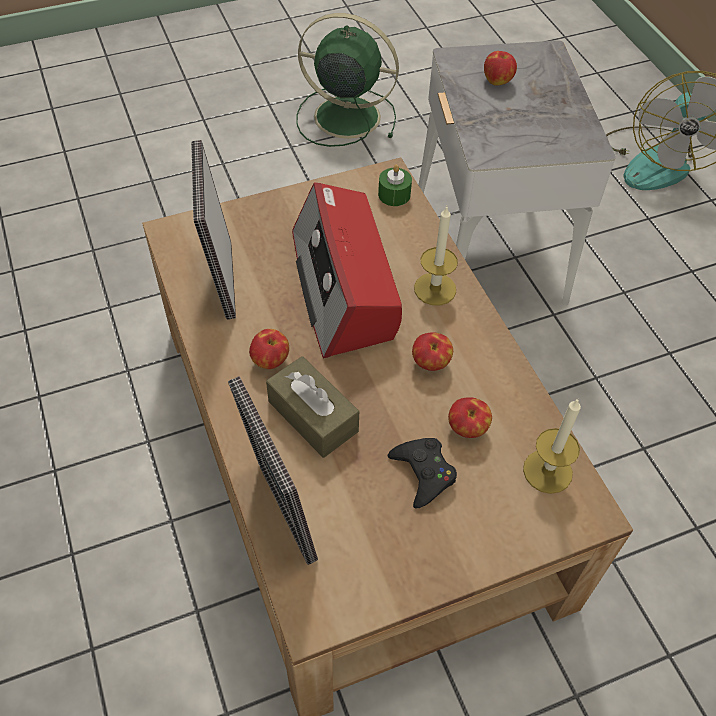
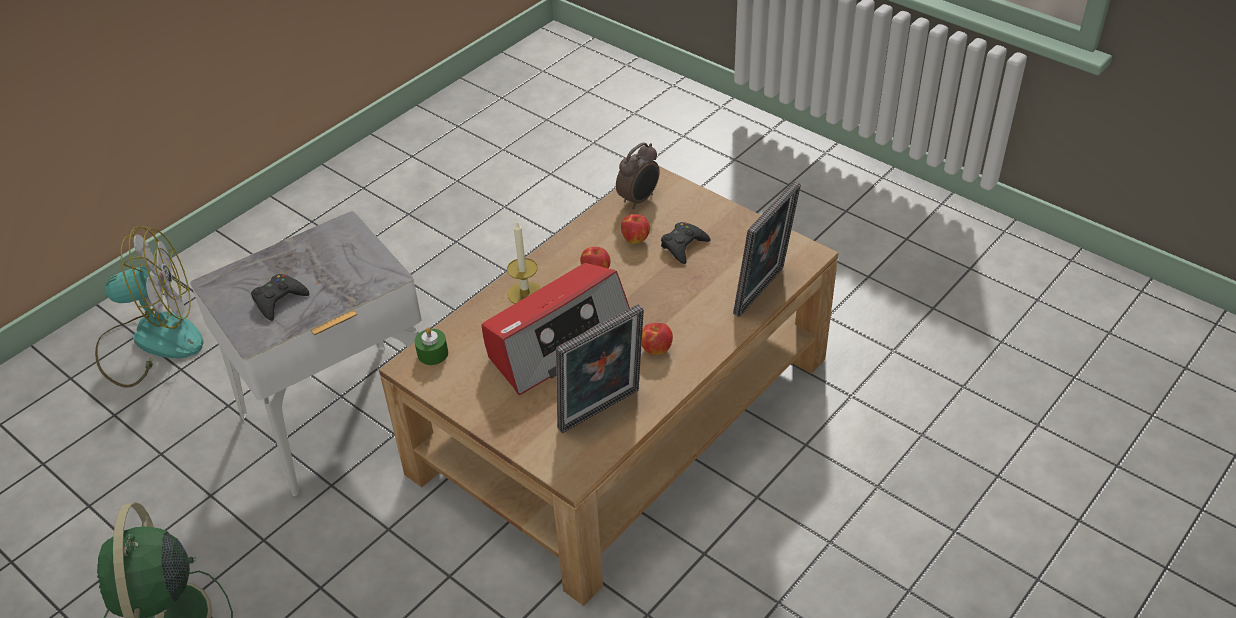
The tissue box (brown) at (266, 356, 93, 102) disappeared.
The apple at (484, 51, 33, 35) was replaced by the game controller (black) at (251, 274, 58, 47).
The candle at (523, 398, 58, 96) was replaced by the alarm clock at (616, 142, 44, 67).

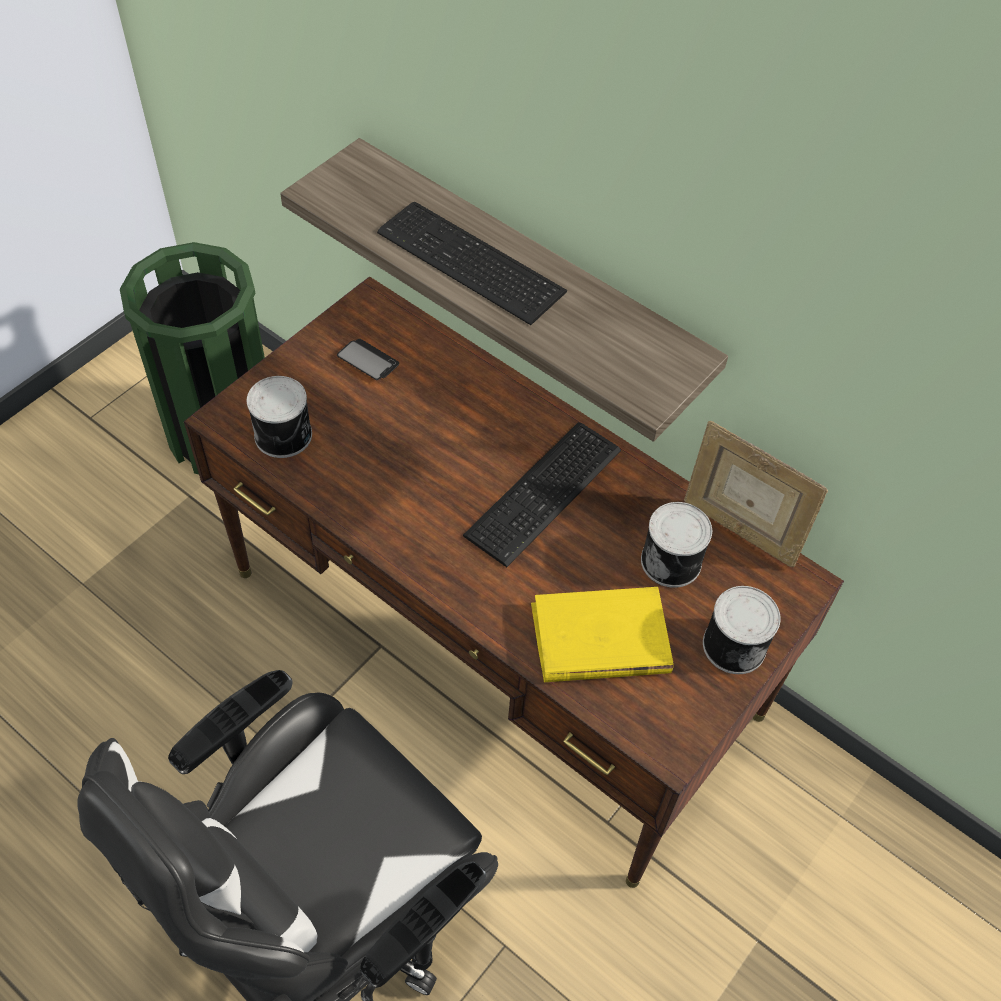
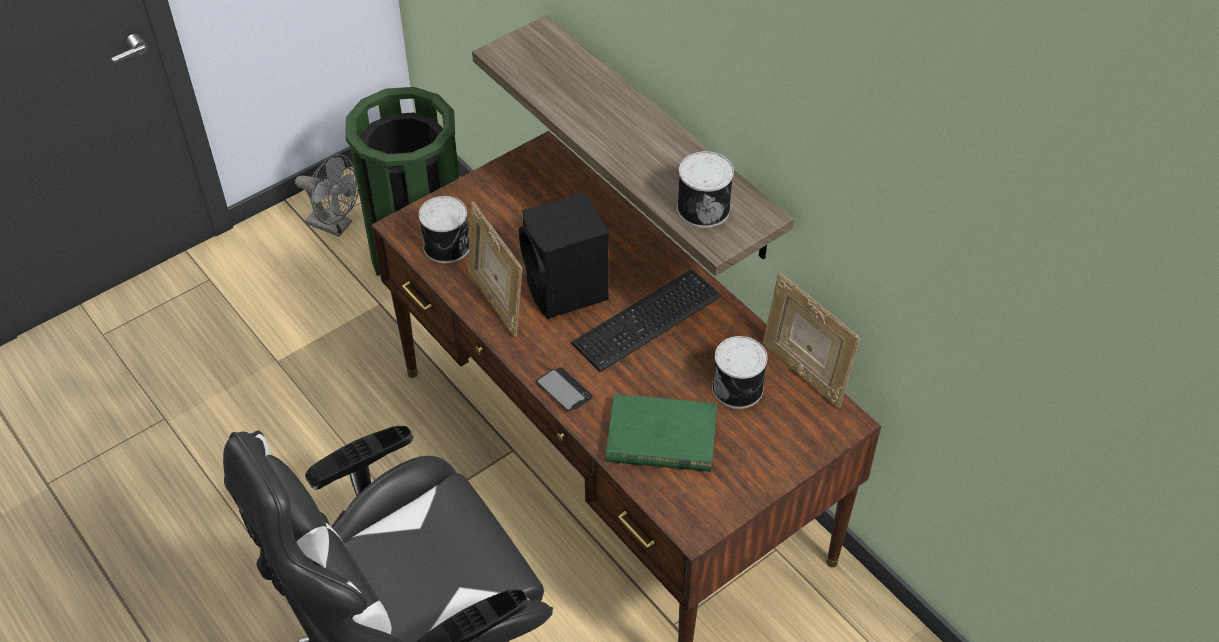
The phone moved from (337, 339, 63, 41) to (536, 367, 57, 44).
The keyboard at (377, 202, 190, 123) disappeared.
The book (yellow) at (531, 587, 142, 95) became the book (green) at (606, 394, 111, 78).
The can moved from (703, 586, 78, 88) to (677, 151, 57, 77).
The fan (grey) at (295, 154, 64, 83) appeared.
The picture frame at (468, 202, 54, 135) appeared.
The speaker (black) at (519, 192, 90, 127) appeared.

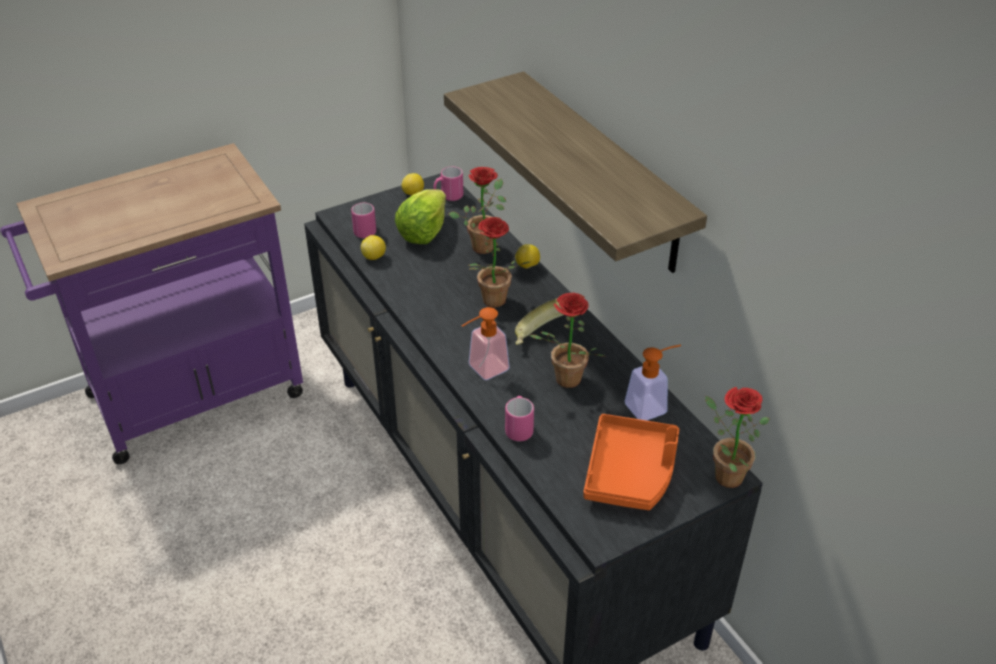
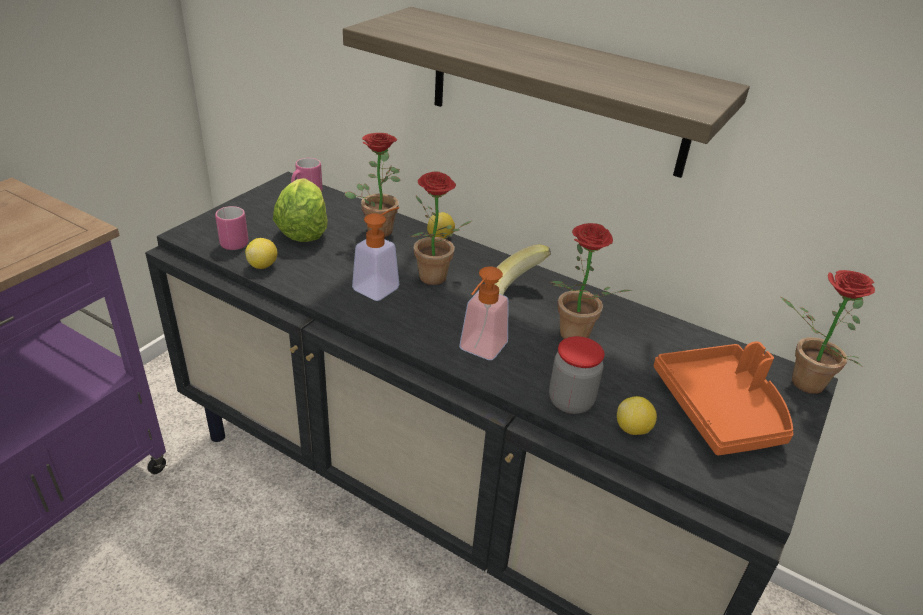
The lemon moved from (402, 173, 22, 23) to (617, 396, 40, 39).
The mug (pink) at (505, 396, 29, 46) was replaced by the jar at (549, 336, 56, 78).
The soap dispenser moved from (625, 345, 56, 76) to (352, 207, 47, 94).

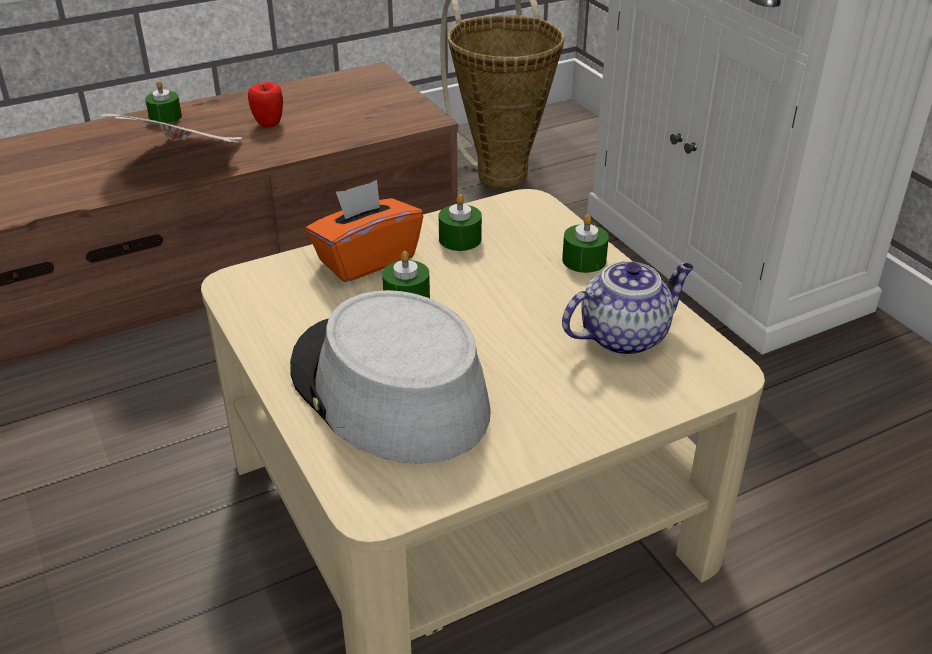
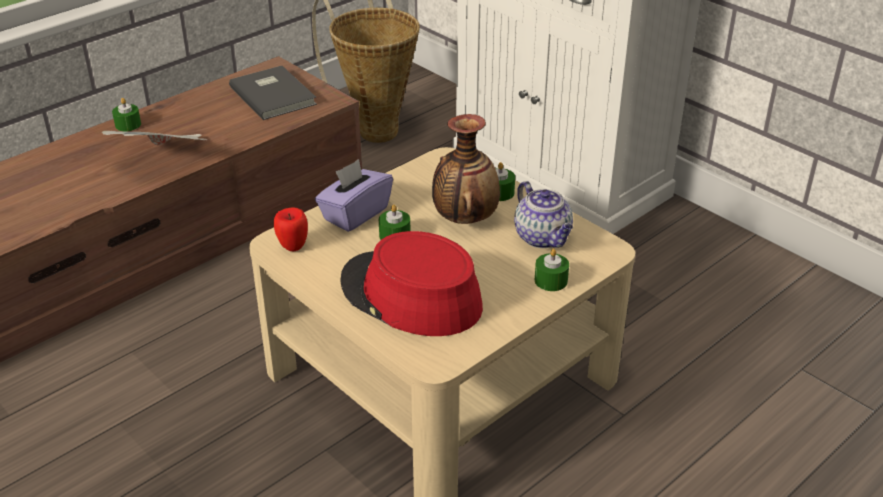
The apple moved from (248, 82, 35, 46) to (274, 207, 34, 45).
The hat (grey) at (290, 290, 201, 174) became the hat (red) at (340, 231, 143, 105).
The tissue box (orange) at (306, 180, 117, 102) became the tissue box (purple) at (315, 159, 78, 73).
The candle (green) moved from (439, 194, 43, 57) to (535, 249, 34, 42).
The teapot at (562, 261, 132, 95) turned 105 degrees clockwise.
The book (grey) at (229, 66, 88, 54) appeared.
The vase at (432, 114, 68, 110) appeared.

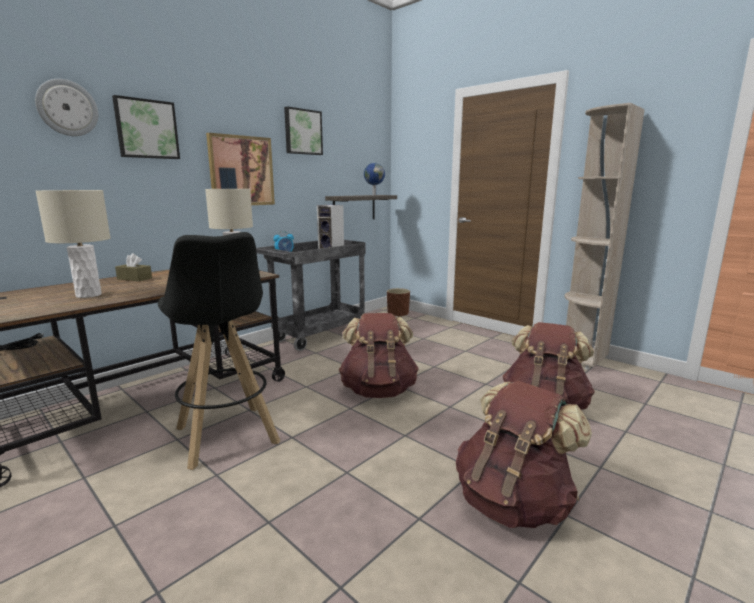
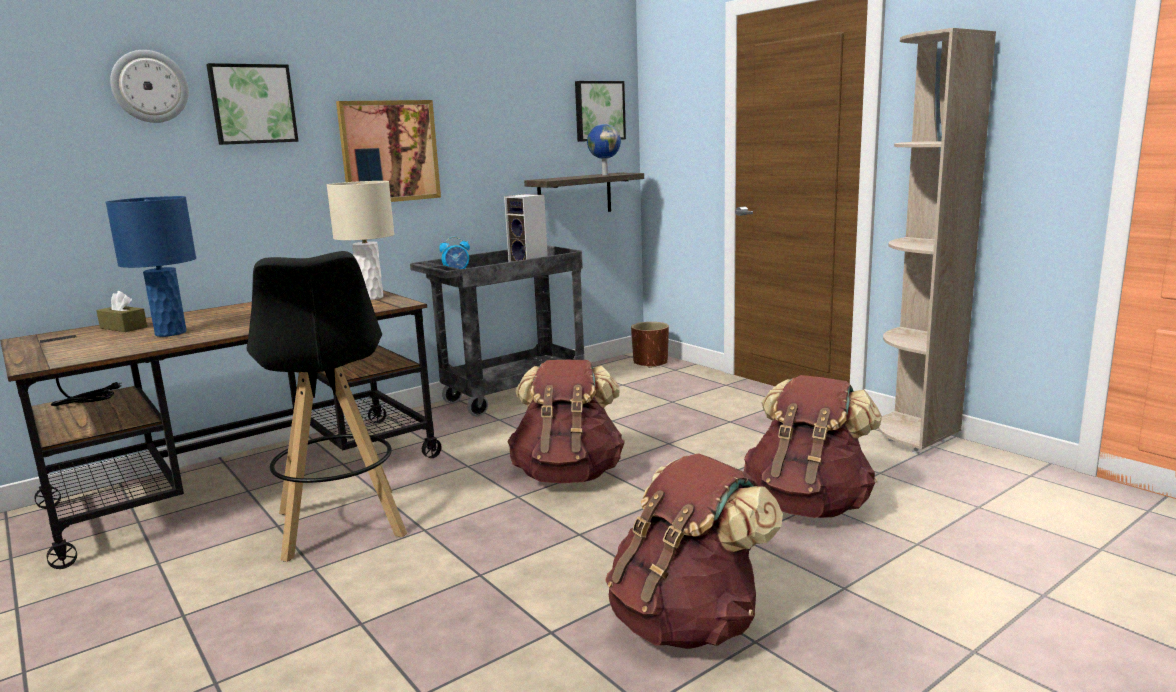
The table lamp (beige) at (35, 190, 76, 108) became the table lamp (blue) at (105, 196, 91, 141).
The tissue box (brown) moved from (115, 253, 37, 28) to (96, 291, 51, 41).
The picture moved from (284, 106, 39, 49) to (575, 81, 51, 61).

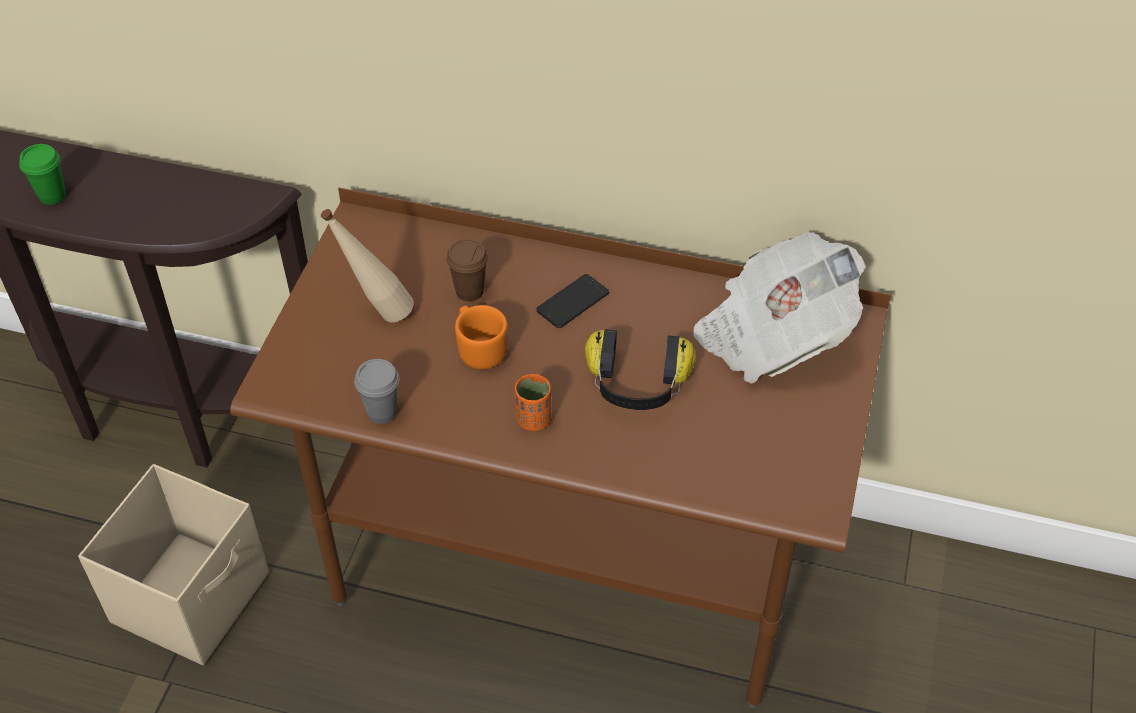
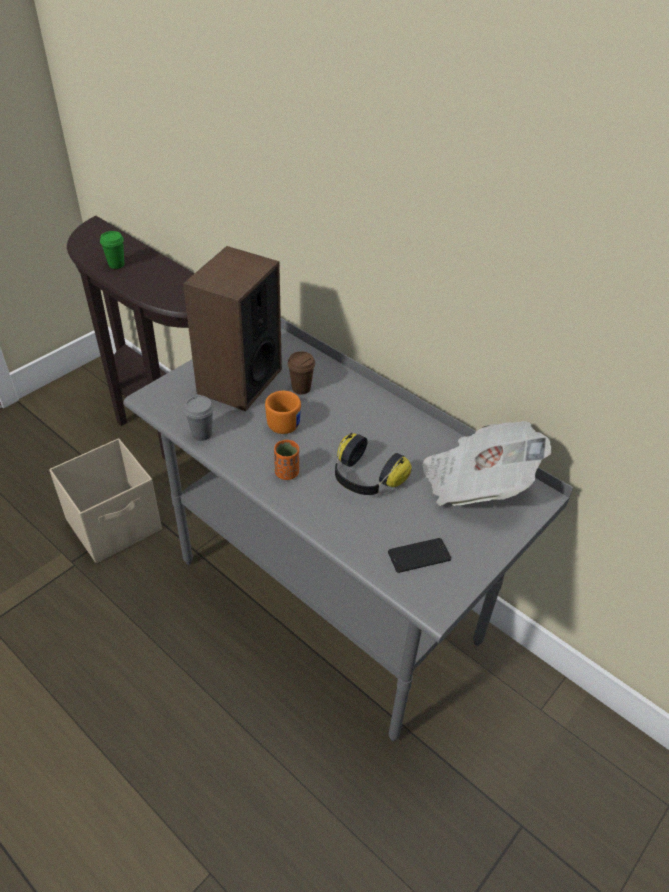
The desk (brown) at (230, 188, 661, 520) became the desk (grey) at (123, 318, 450, 423).
The bottle (beige) at (321, 209, 93, 113) was replaced by the speaker at (183, 246, 99, 165).
The phone moved from (536, 274, 73, 54) to (388, 538, 63, 35).

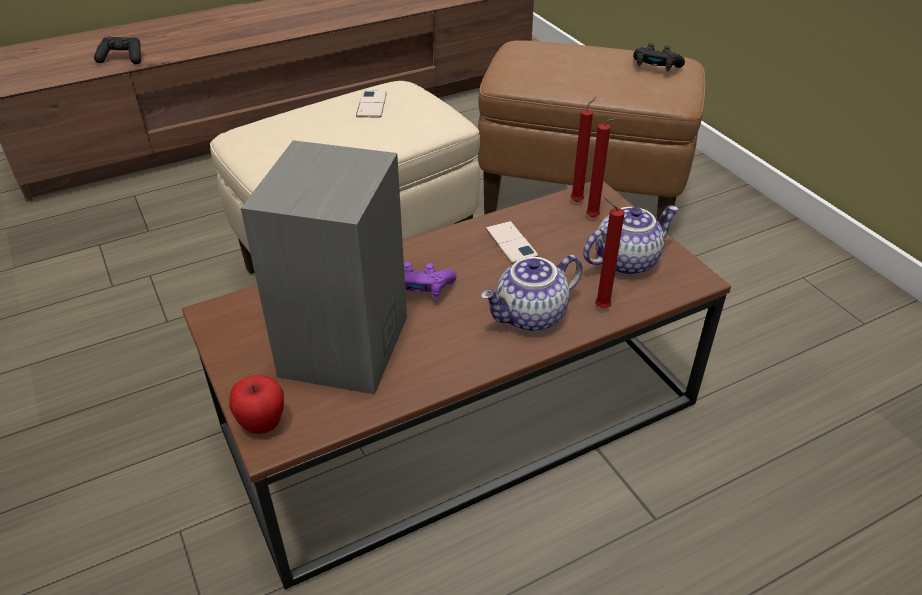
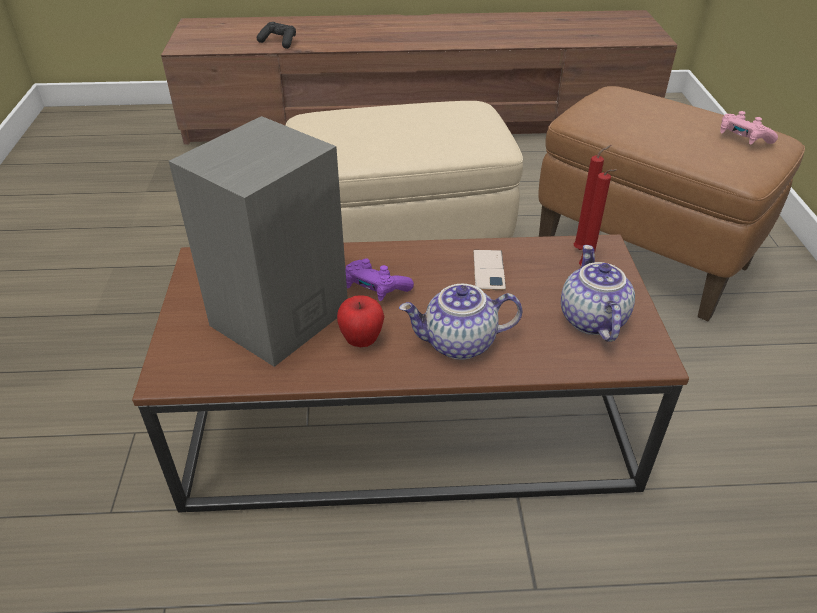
The apple moved from (229, 375, 55, 59) to (337, 295, 47, 52).
The phone at (356, 91, 31, 27) disappeared.
The teapot at (583, 205, 96, 70) turned 90 degrees counterclockwise.
The candle (red) at (595, 197, 30, 111) disappeared.
The game controller (black) at (633, 43, 52, 29) became the game controller (pink) at (720, 111, 58, 34).

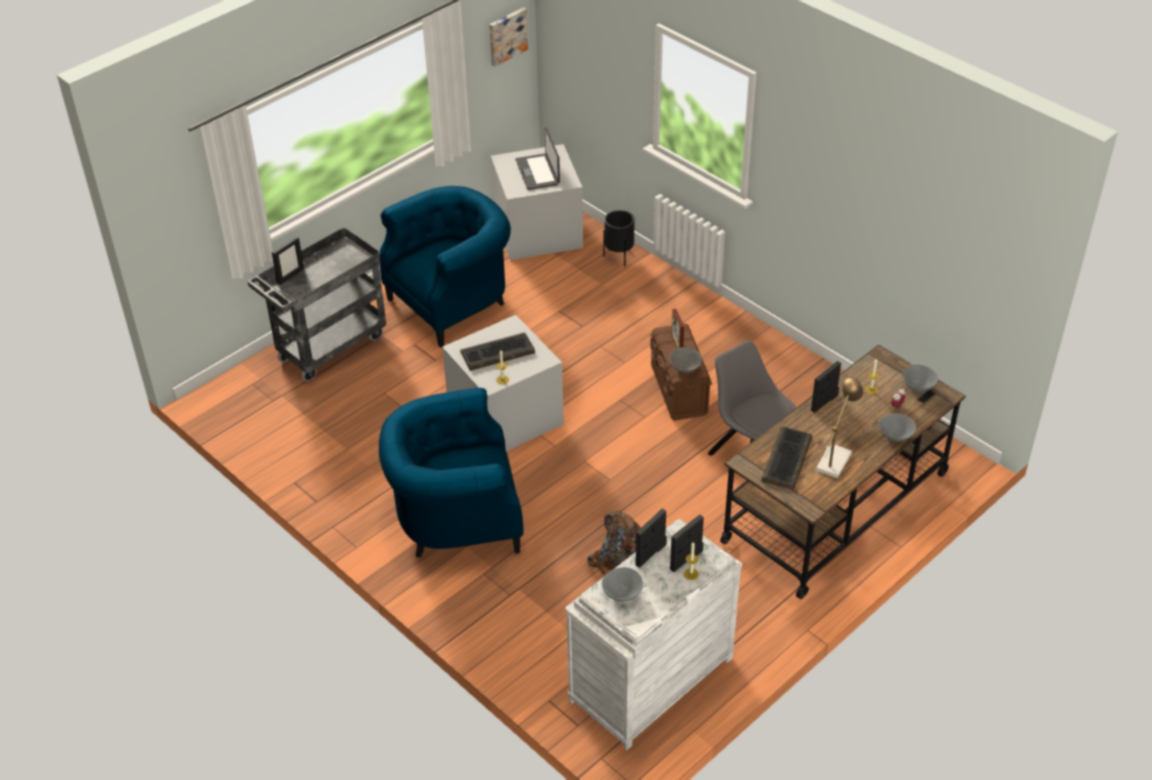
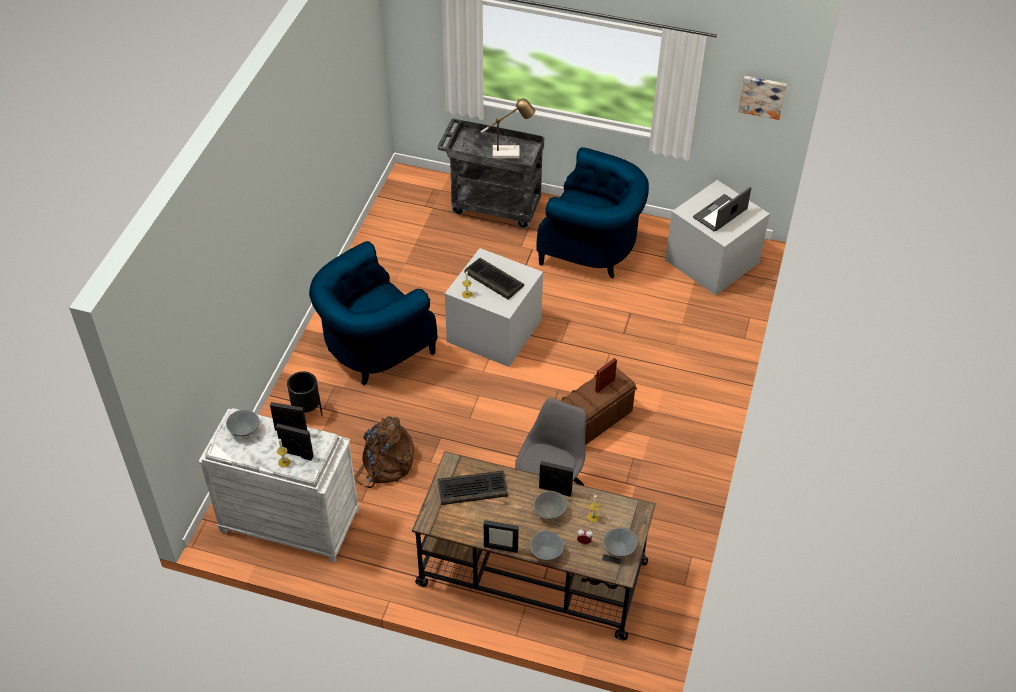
The picture frame moved from (272, 236, 32, 49) to (484, 520, 35, 33).
The armchair (blue) at (379, 388, 144, 170) turned 90 degrees counterclockwise.
The planter (black) moved from (603, 210, 32, 56) to (287, 371, 35, 45).
The bowl (grey) moved from (669, 347, 33, 26) to (534, 491, 33, 28).
The table lamp moved from (816, 377, 47, 101) to (481, 99, 54, 59).

